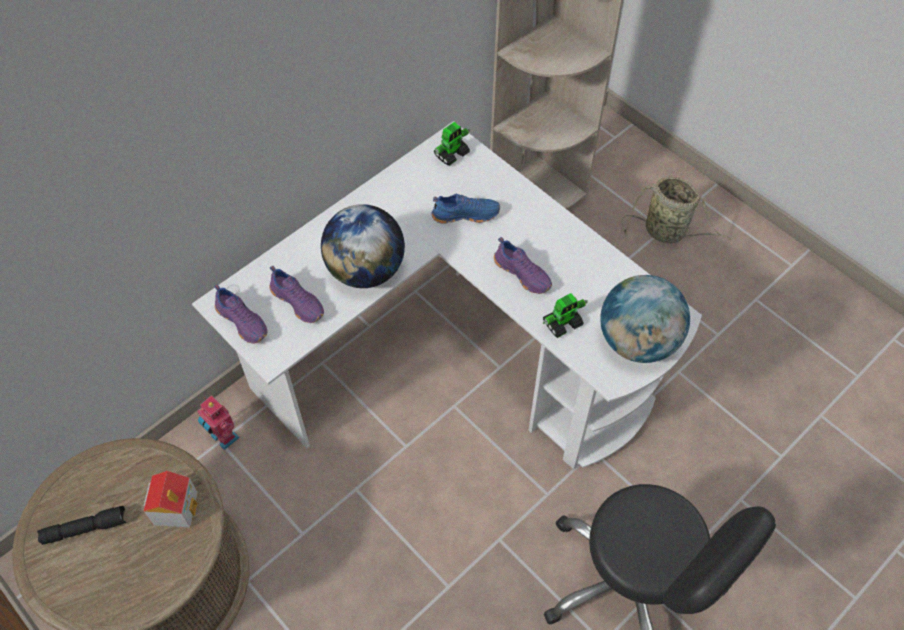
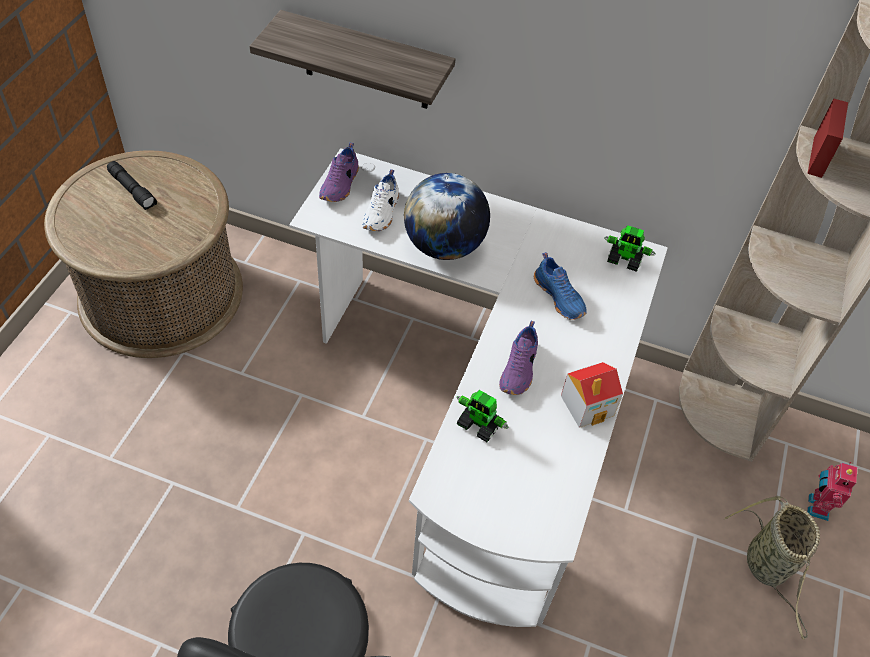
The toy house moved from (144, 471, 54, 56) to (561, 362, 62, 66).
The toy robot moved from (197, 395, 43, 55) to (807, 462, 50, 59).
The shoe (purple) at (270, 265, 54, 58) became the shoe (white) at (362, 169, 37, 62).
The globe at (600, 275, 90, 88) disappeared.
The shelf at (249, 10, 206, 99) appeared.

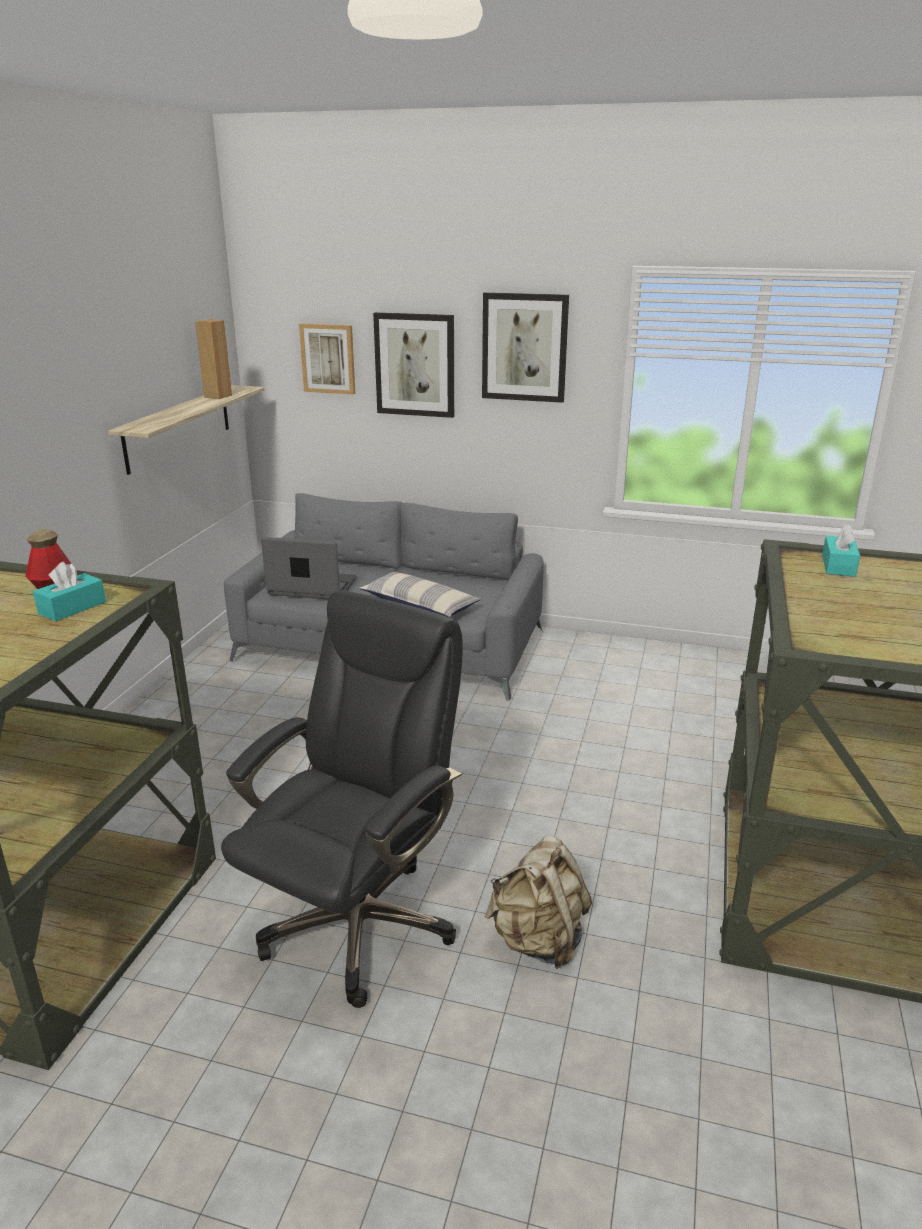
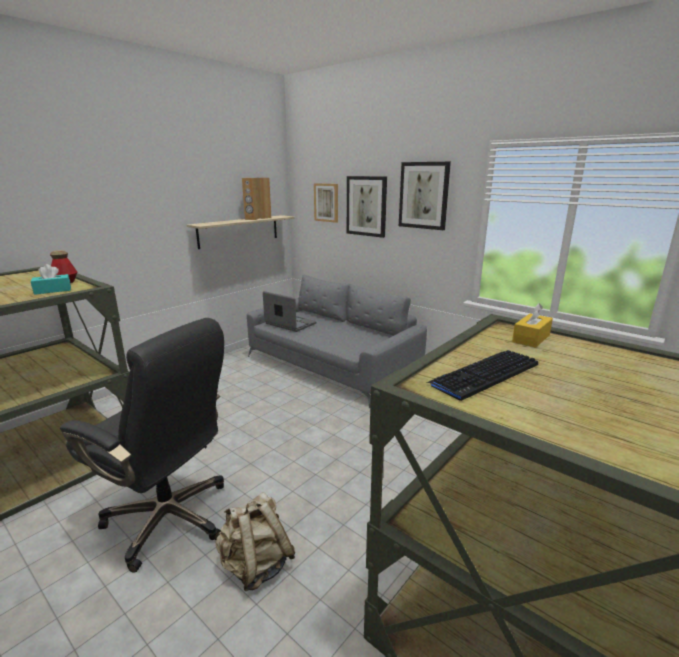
The office chair (black) at (221, 590, 242, 418) turned 60 degrees clockwise.
The pillow at (359, 572, 122, 45) disappeared.
The tissue box (turquoise) at (822, 525, 38, 52) became the tissue box (yellow) at (512, 303, 41, 45).
The speaker (brown) at (242, 178, 17, 42) appeared.
The keyboard at (426, 350, 112, 51) appeared.

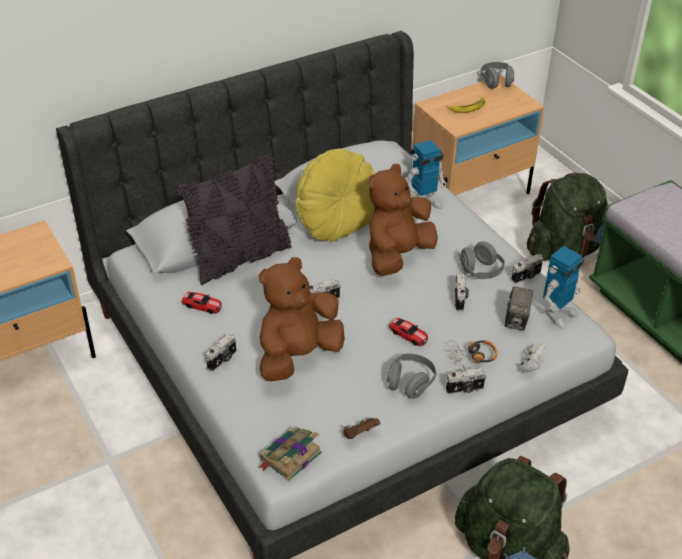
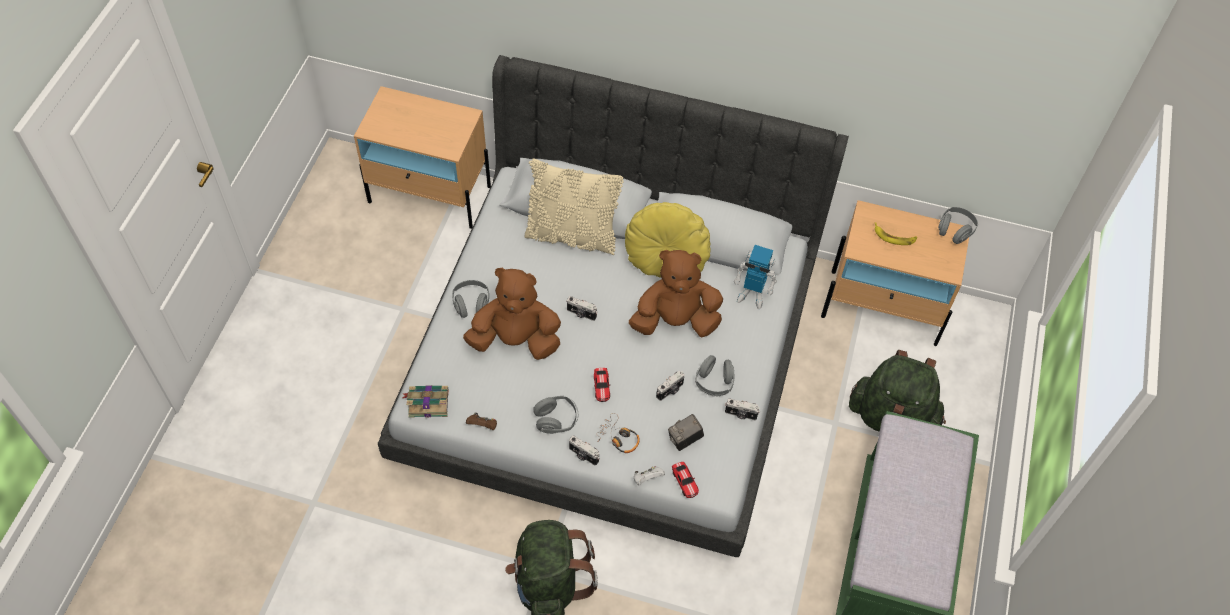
The pillow (black) at (177, 154, 115, 131) became the pillow (beige) at (524, 158, 100, 97).
The toy car moved from (182, 291, 40, 23) to (672, 462, 27, 36).
The photo camera at (206, 333, 30, 39) was replaced by the headphones (grey) at (452, 280, 37, 38).
The toy robot at (543, 246, 41, 83) disappeared.

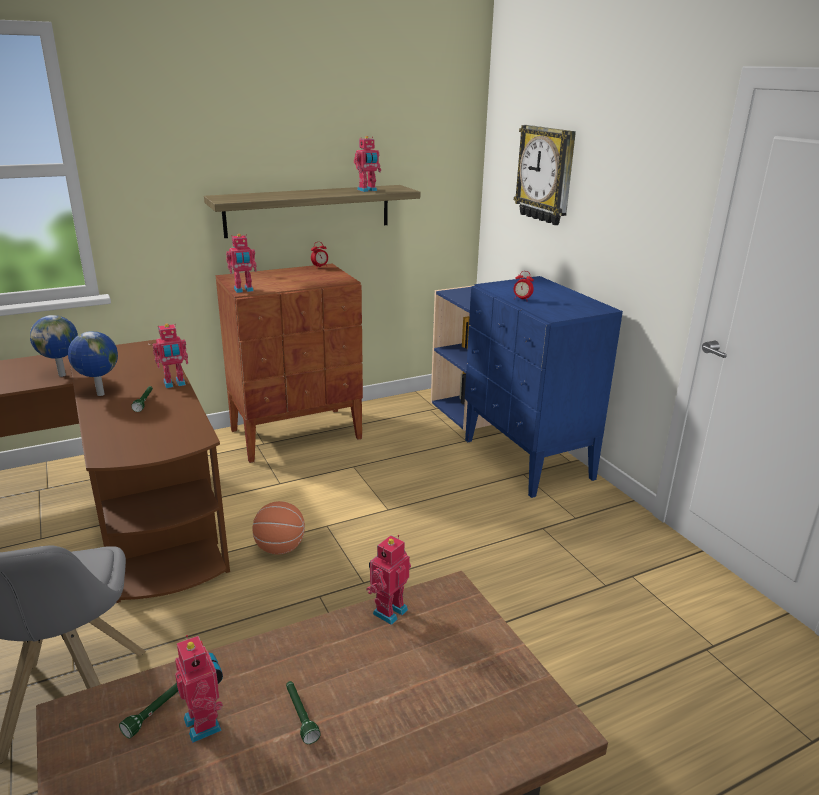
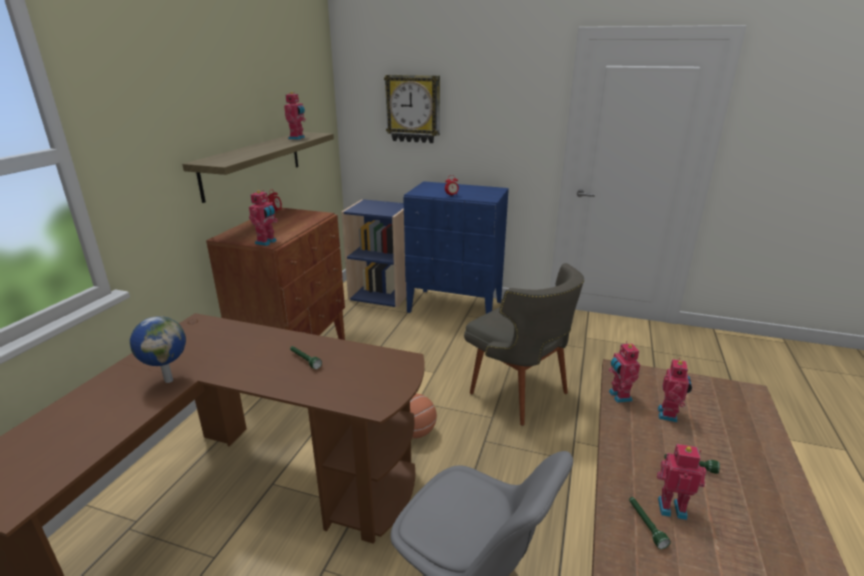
The globe at (68, 331, 50, 65) disappeared.
The toy robot moved from (153, 324, 35, 64) to (658, 358, 34, 65).
The chair (grey) at (464, 263, 120, 163) appeared.

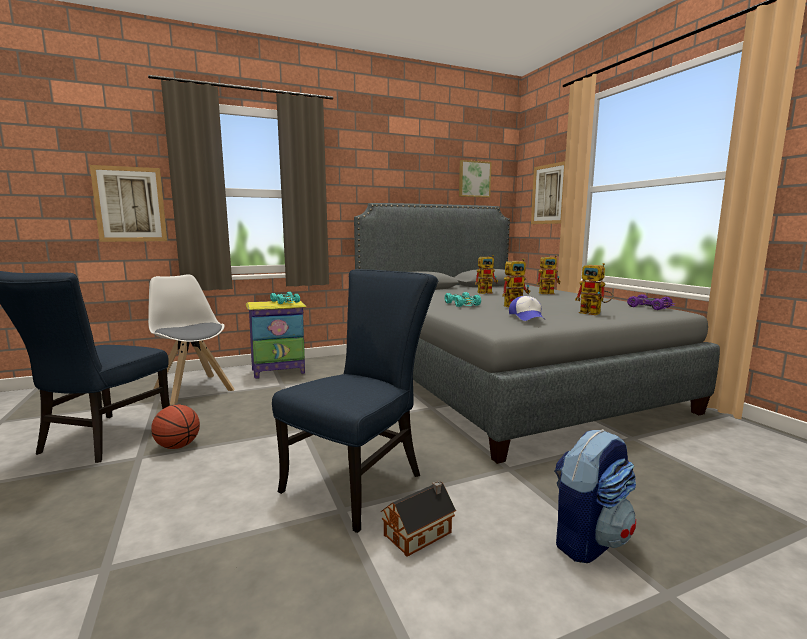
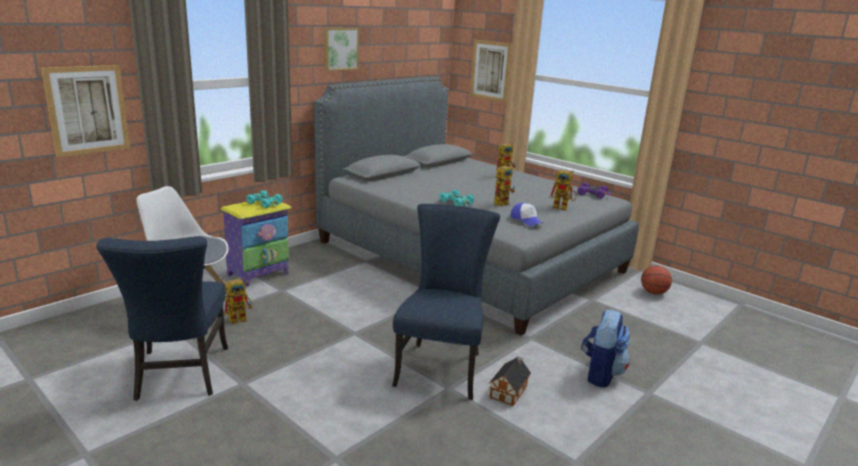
The basketball moved from (151, 405, 49, 44) to (641, 265, 31, 30).
The picture moved from (459, 160, 33, 38) to (324, 28, 35, 43).
The toy robot moved from (475, 255, 23, 39) to (224, 277, 28, 48).

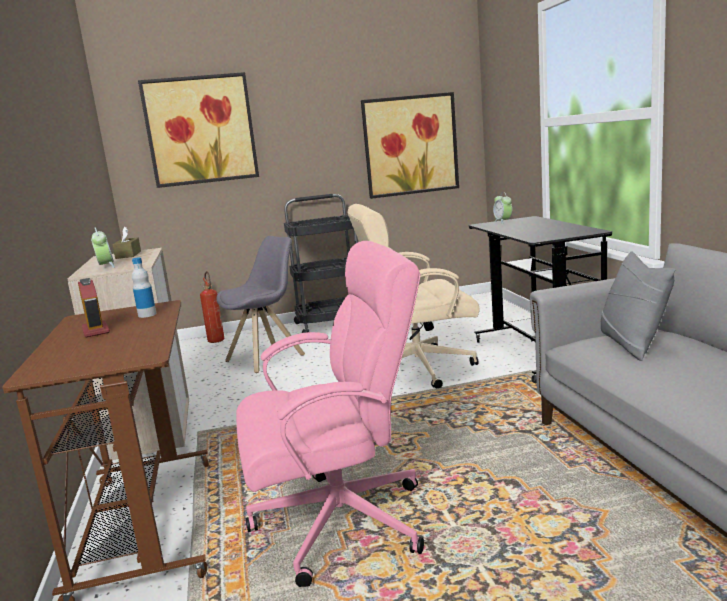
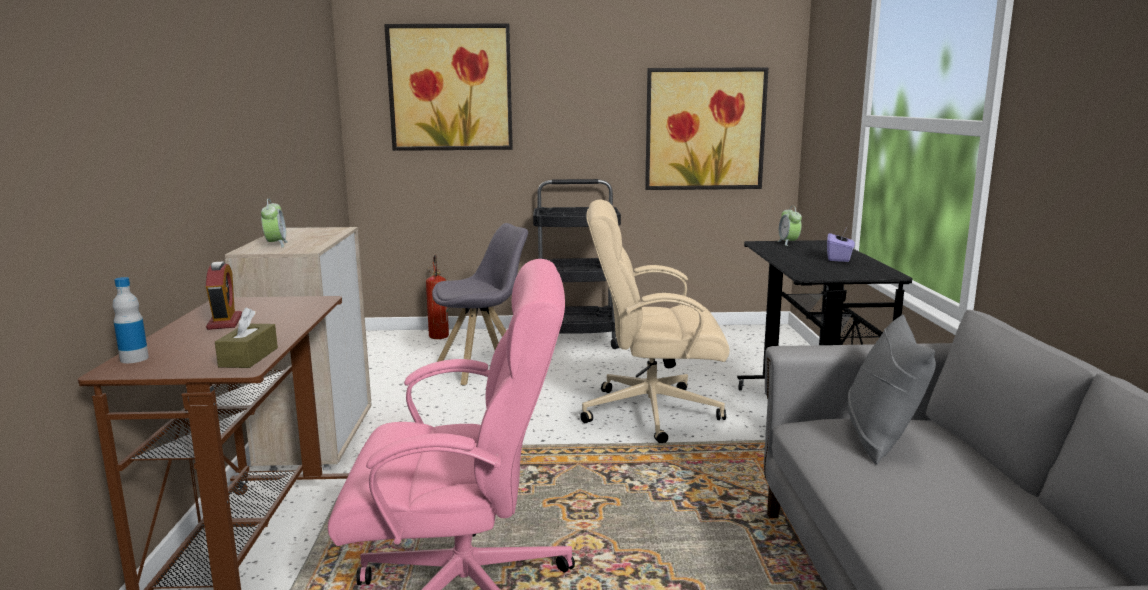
The tissue box (brown) moved from (112, 226, 29, 33) to (215, 307, 63, 61).
The bottle moved from (132, 257, 24, 61) to (113, 277, 36, 86).
The tissue box (purple) at (827, 229, 28, 33) appeared.

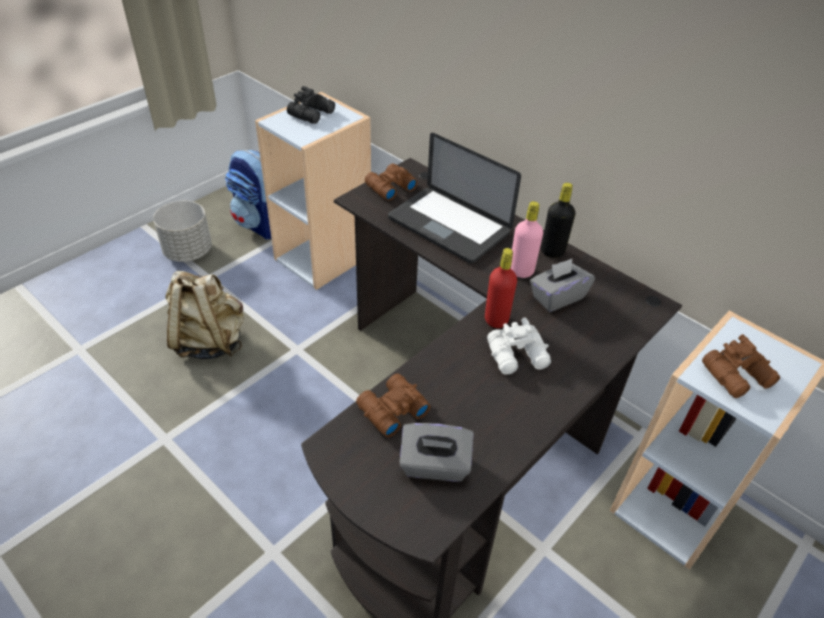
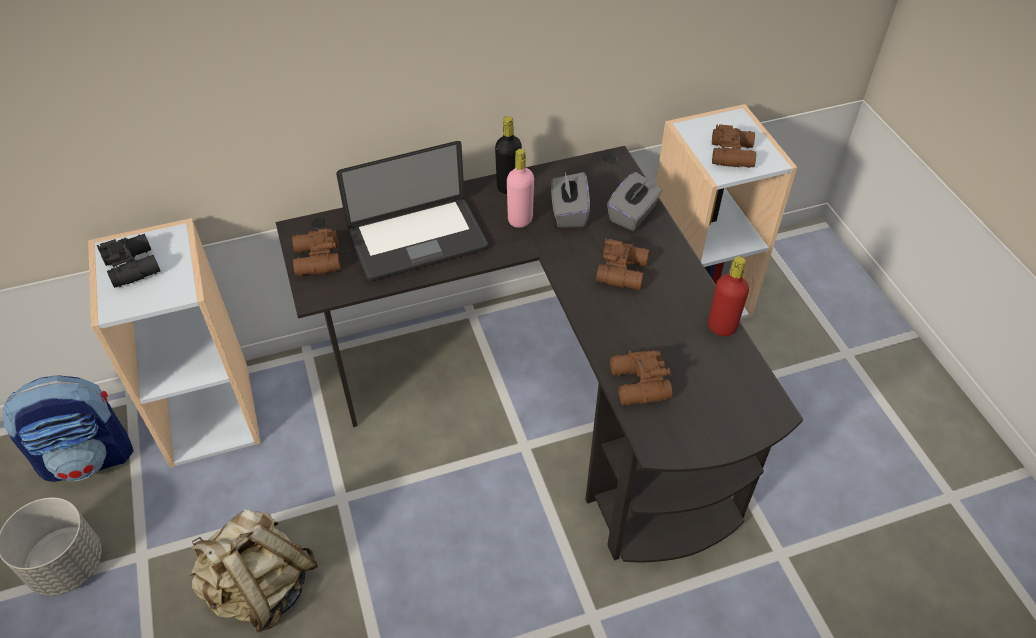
The tissue box (grey) moved from (399, 423, 74, 58) to (607, 172, 56, 59).
The bottle (red) moved from (485, 248, 32, 80) to (708, 256, 41, 80).
The binoculars (white) at (487, 317, 64, 58) became the binoculars (brown) at (596, 239, 54, 51).

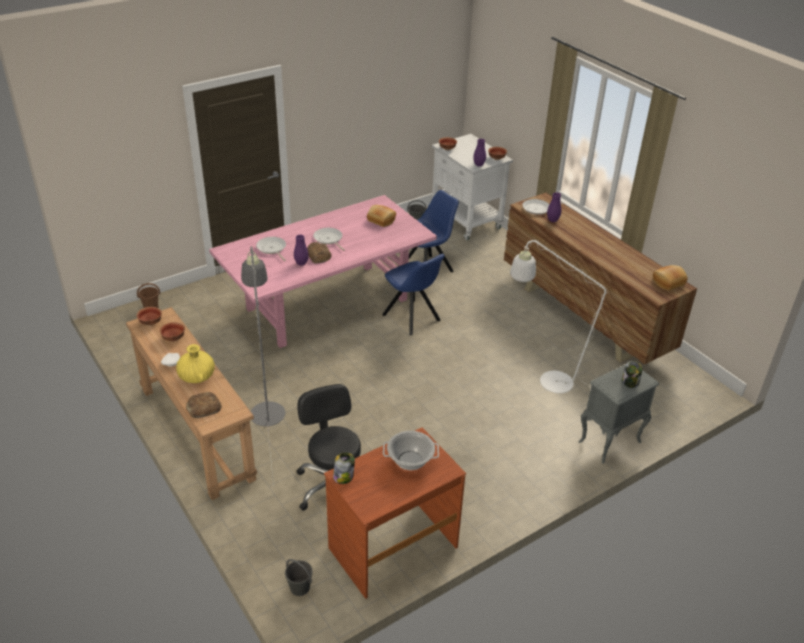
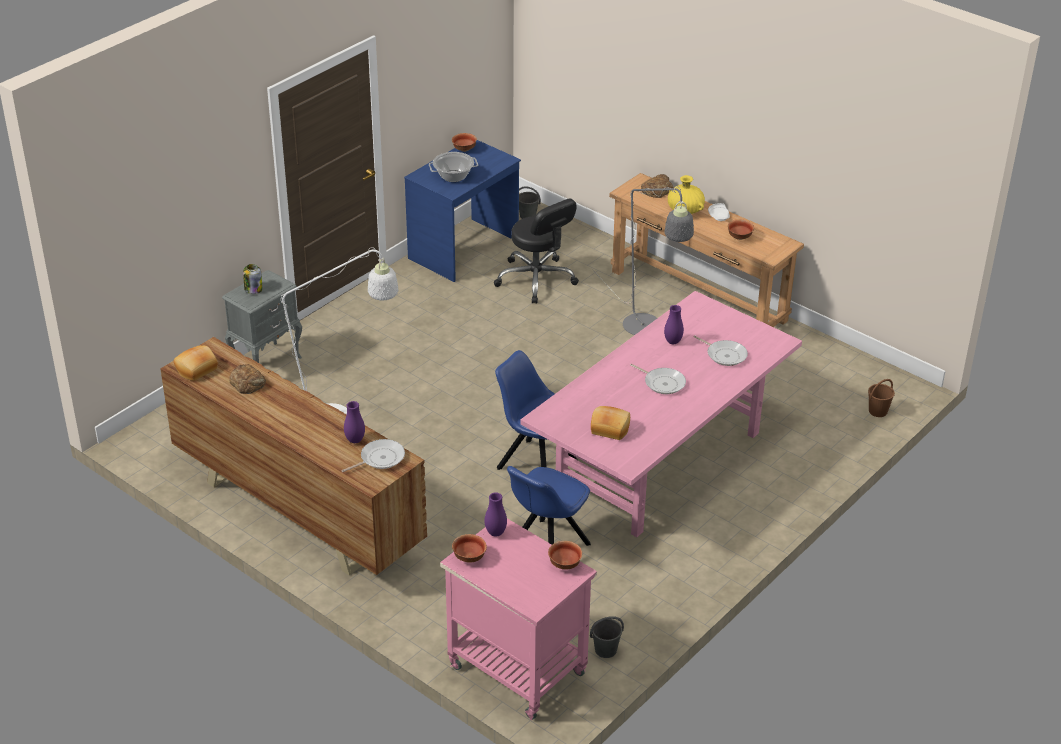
The bowl moved from (136, 307, 26, 19) to (452, 133, 25, 19).
The bread moved from (307, 242, 25, 22) to (229, 364, 37, 30).
The desk (brown) at (324, 427, 142, 172) became the desk (blue) at (404, 140, 117, 142).
The jar at (333, 452, 22, 32) disappeared.
The cart (white) at (432, 134, 81, 106) became the cart (pink) at (440, 519, 157, 201).

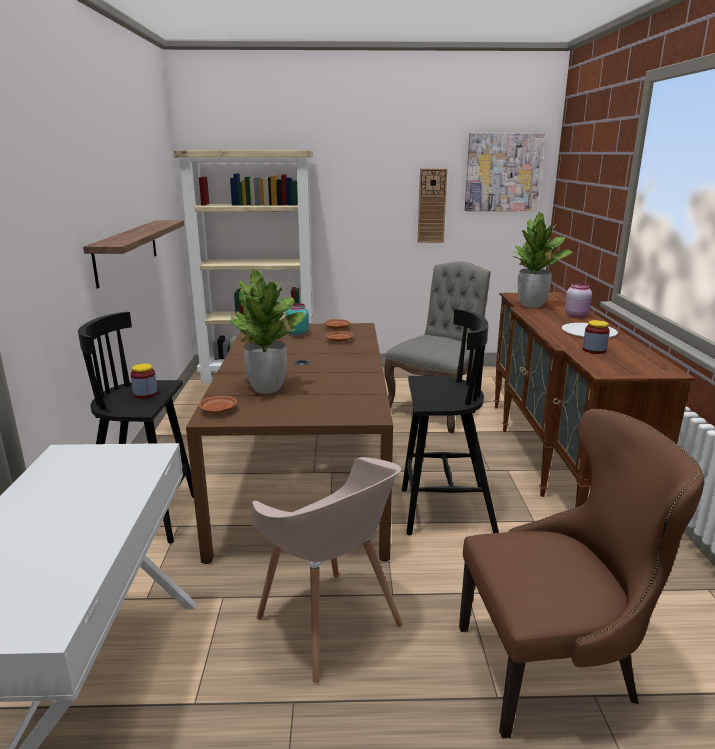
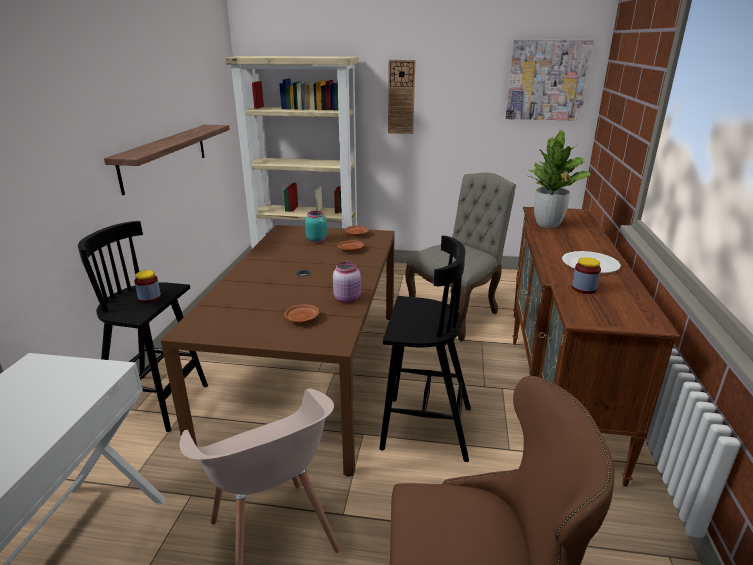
The plate (brown) moved from (198, 396, 39, 17) to (284, 304, 35, 19).
The potted plant at (230, 269, 77, 124) disappeared.
The wall clock moved from (418, 168, 30, 75) to (388, 60, 27, 74).
The jar (pink) moved from (565, 283, 27, 35) to (333, 262, 28, 41).

